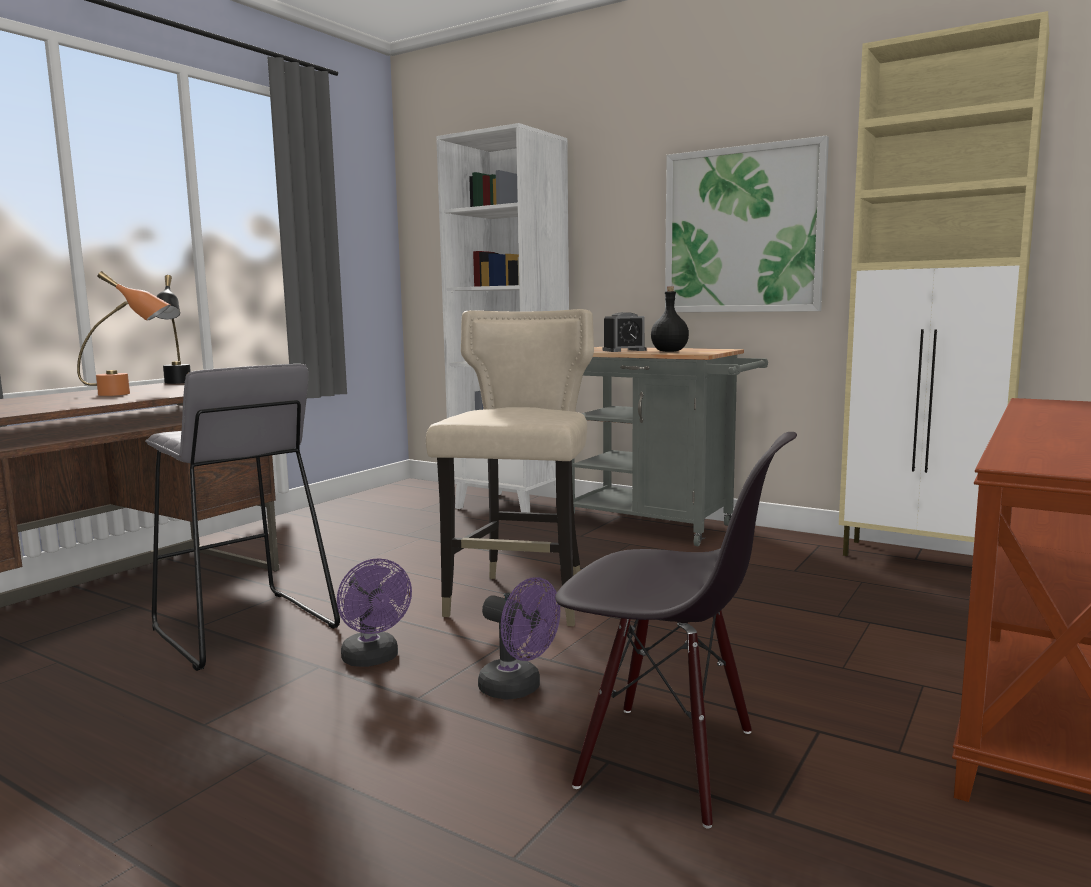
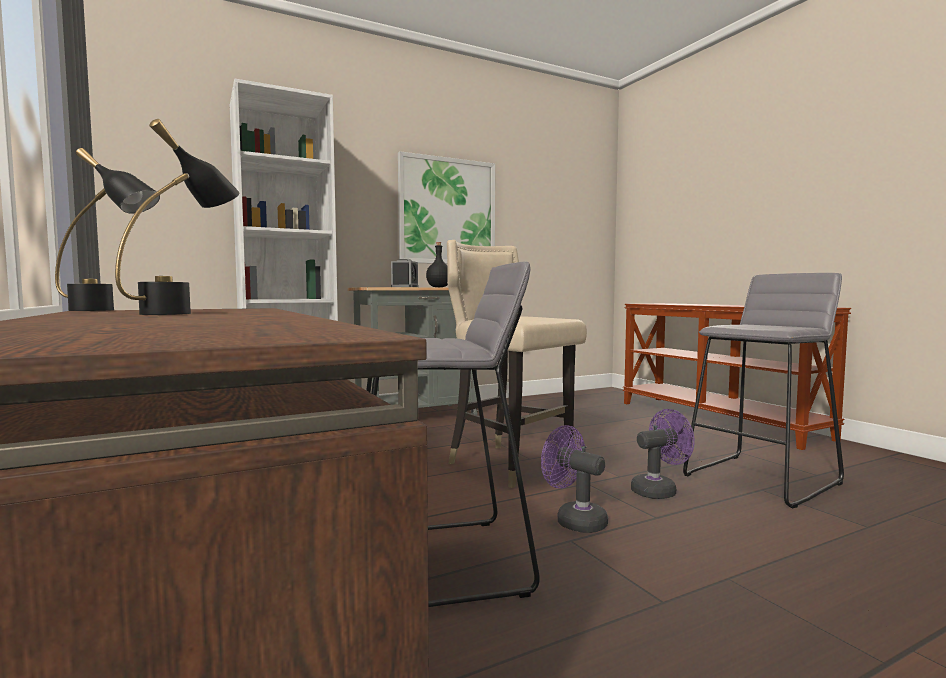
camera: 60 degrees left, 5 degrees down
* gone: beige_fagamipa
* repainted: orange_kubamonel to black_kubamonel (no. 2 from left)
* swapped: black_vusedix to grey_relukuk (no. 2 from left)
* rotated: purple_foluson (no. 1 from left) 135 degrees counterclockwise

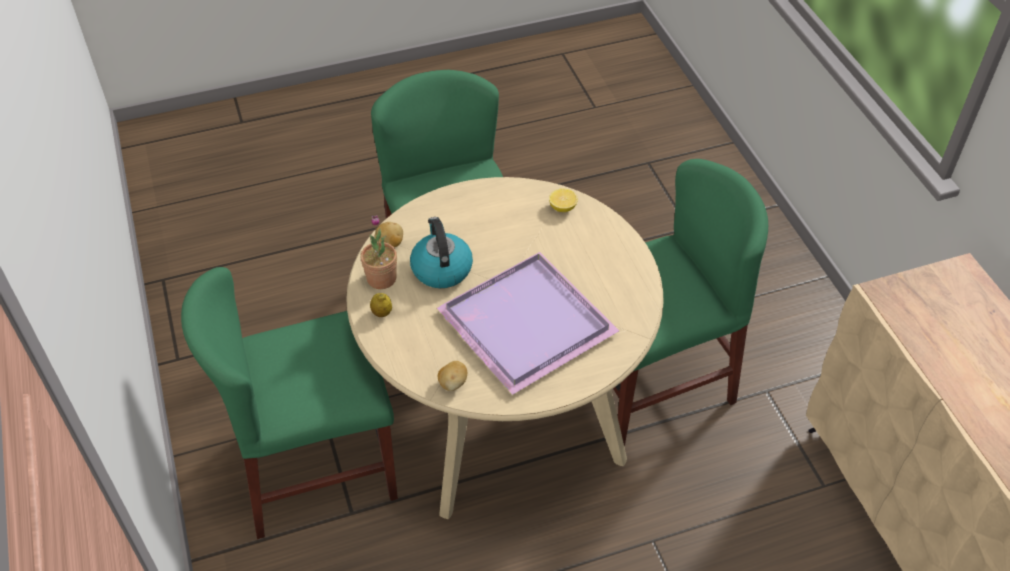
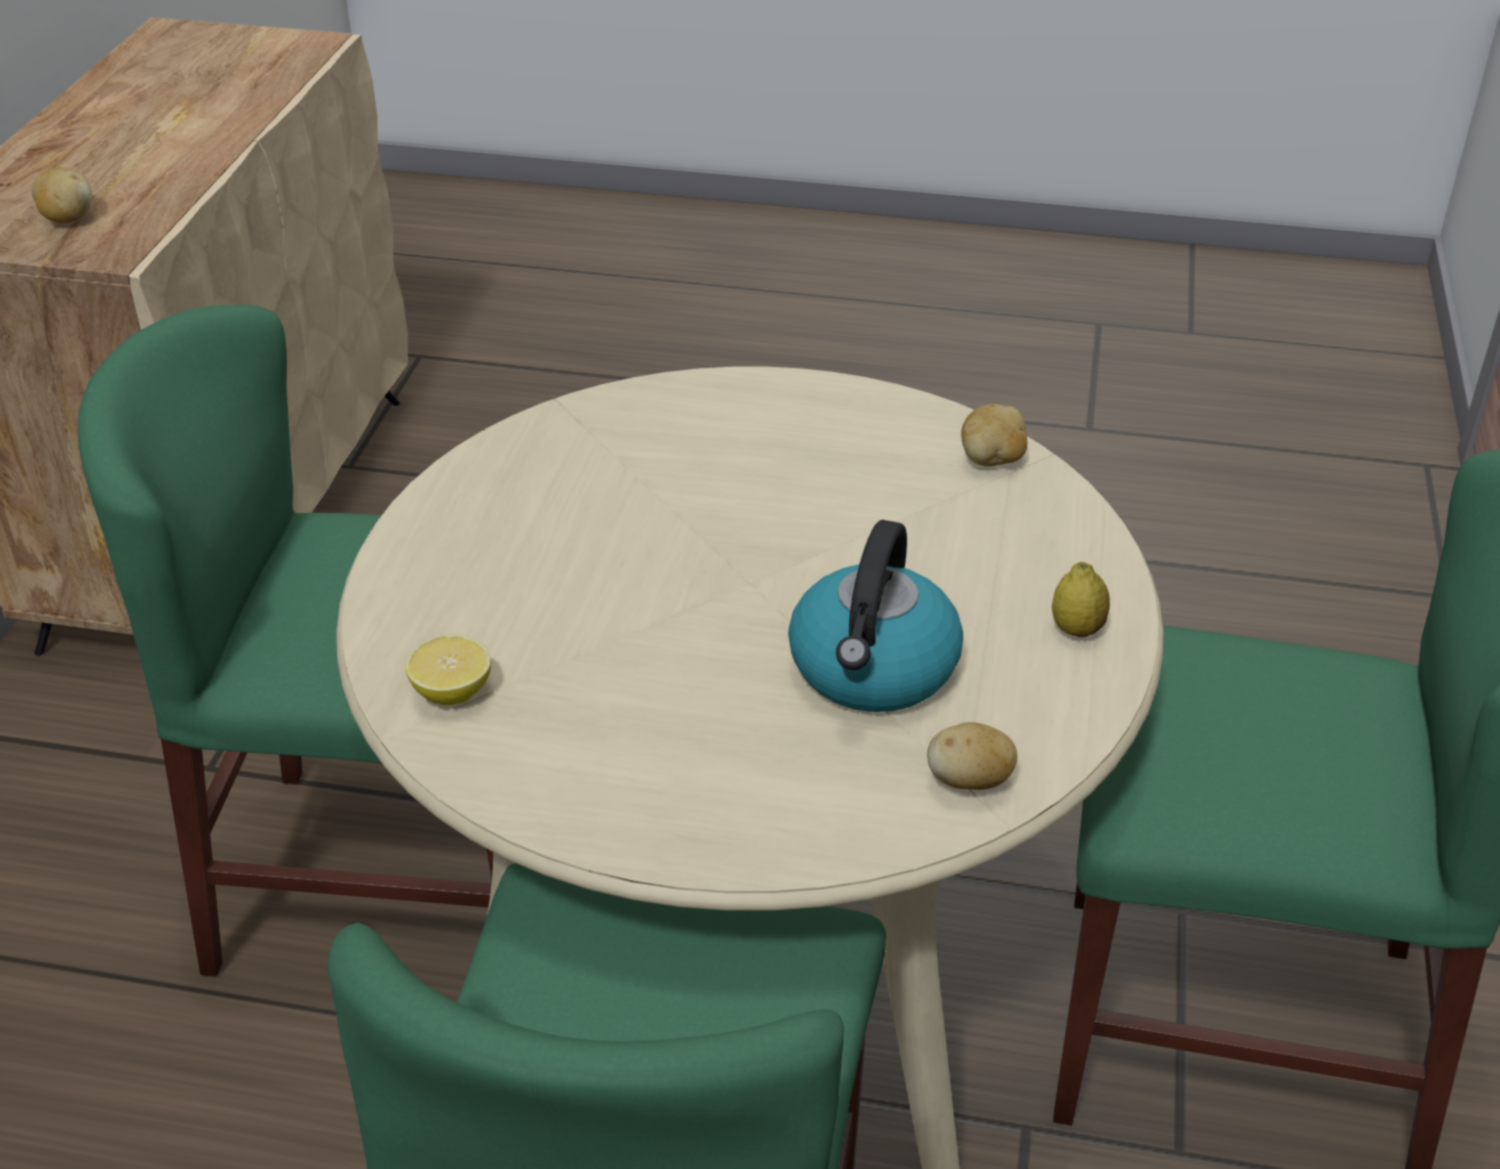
camera: 150 degrees left, 10 degrees down
* gone: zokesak
* gone: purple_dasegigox
* new: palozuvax (no. 1 from left)

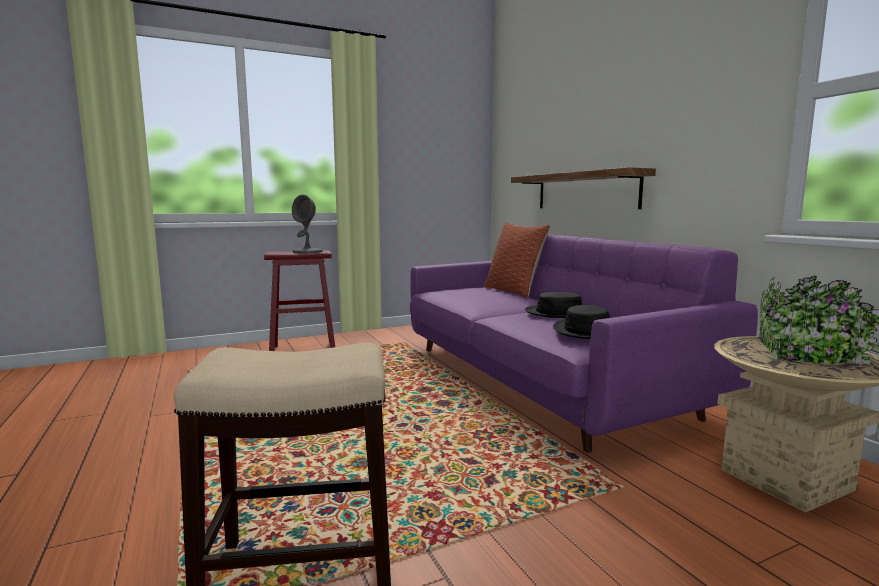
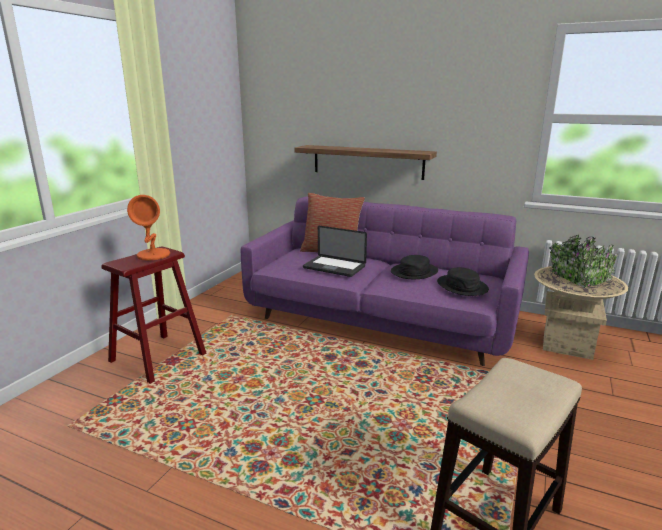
camera: 40 degrees left, 10 degrees up
* repainted: grey_kubamonel to orange_kubamonel
* new: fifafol

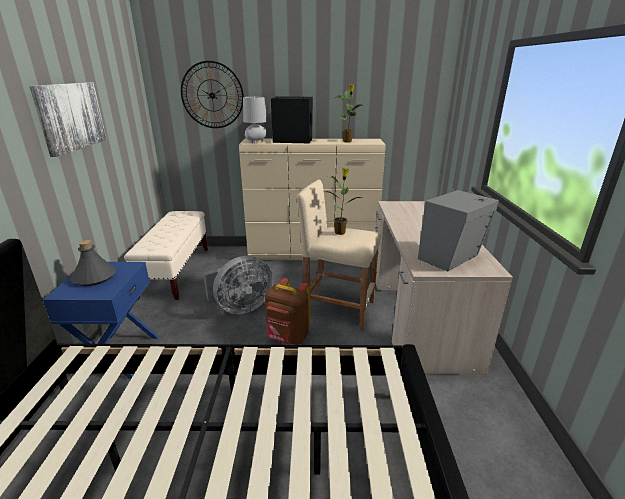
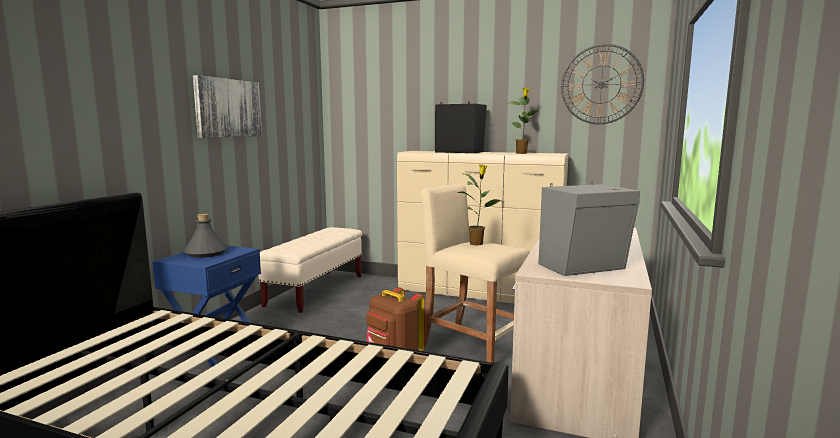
camera: 20 degrees right, 15 degrees down
* shifted: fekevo
* gone: grey_kubamonel
* gone: grey_foluson

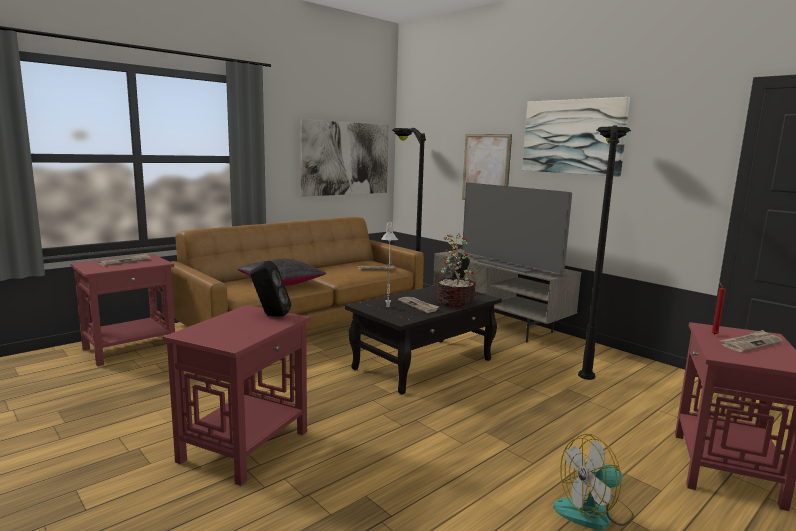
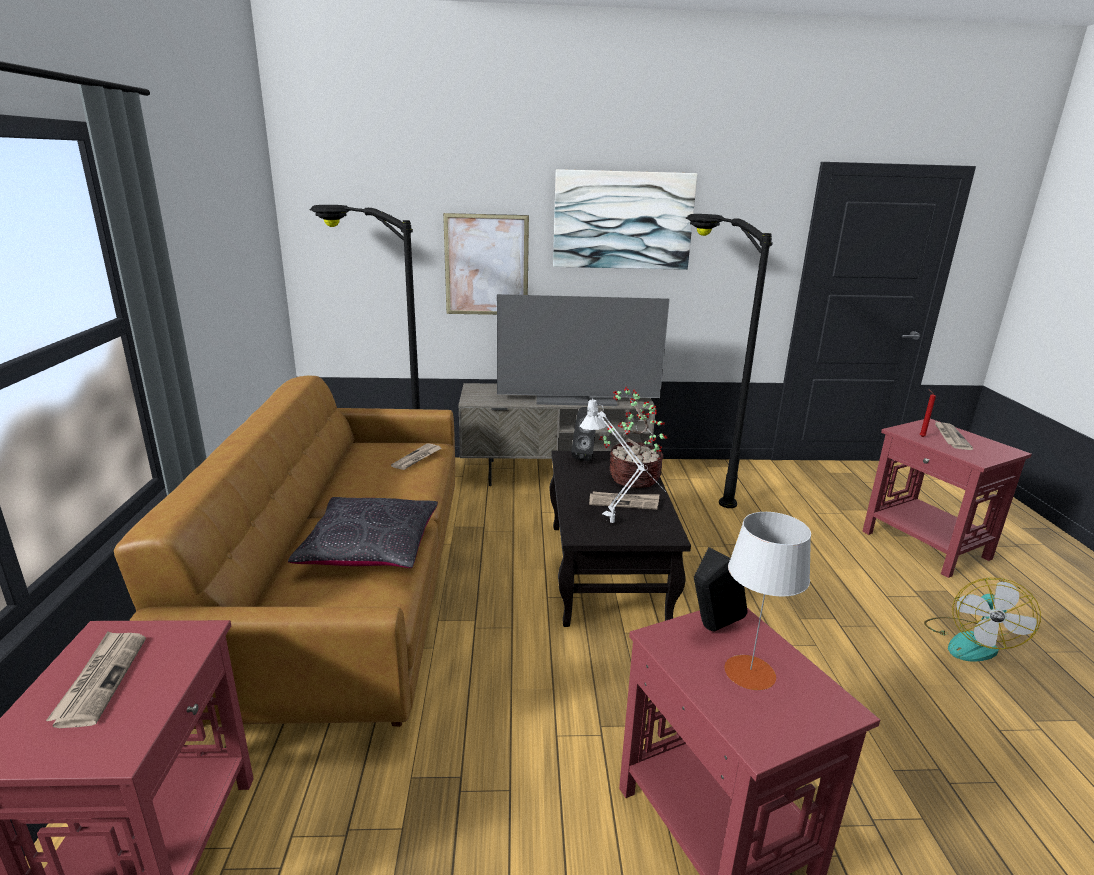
camera: 50 degrees left, 10 degrees up
* gone: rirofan (no. 1 from left)
* new: grey_kubamonel (no. 2 from left)

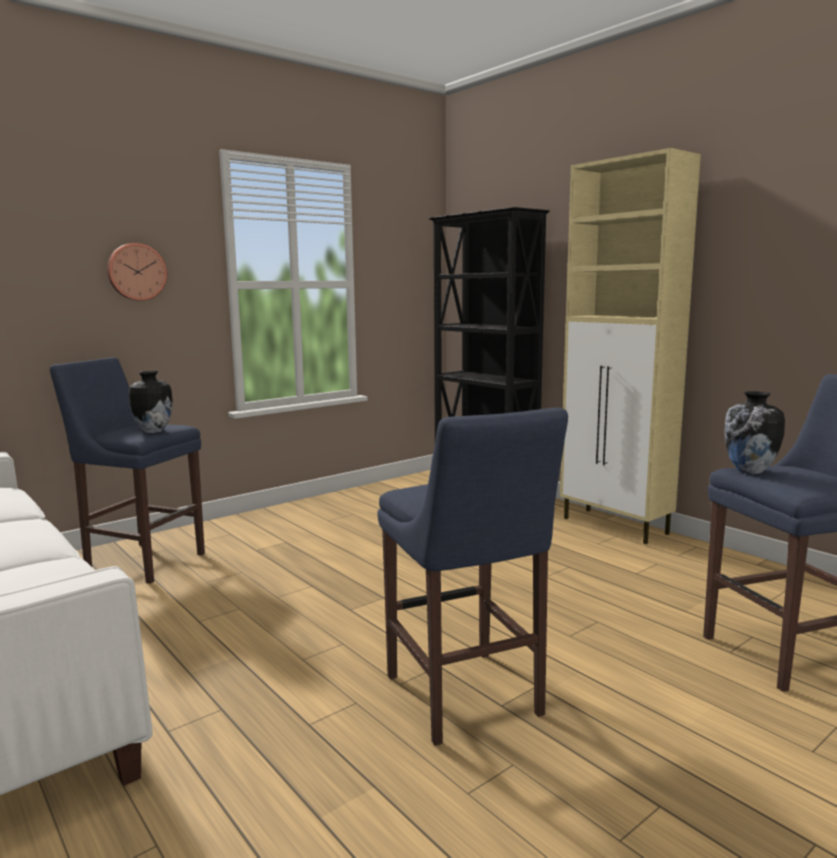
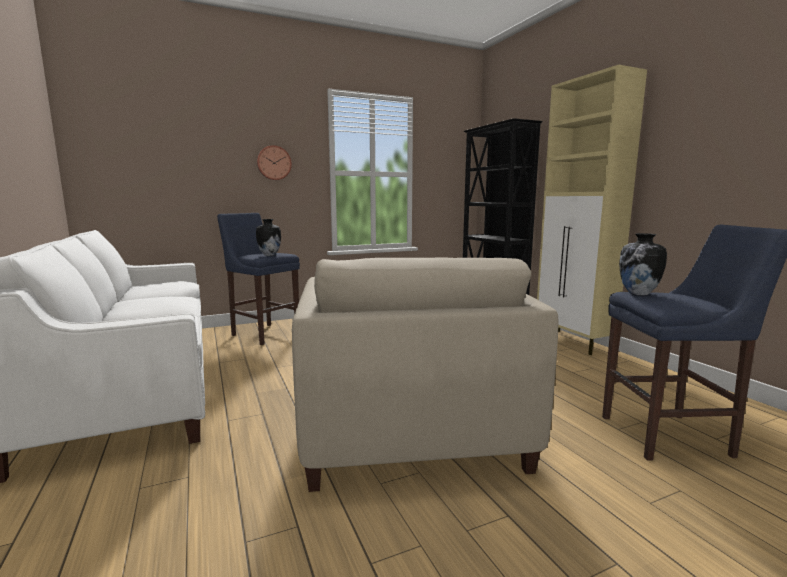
camera: 15 degrees right, 0 degrees up
* swapped: blue_relukuk (no. 2 from left) to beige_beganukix

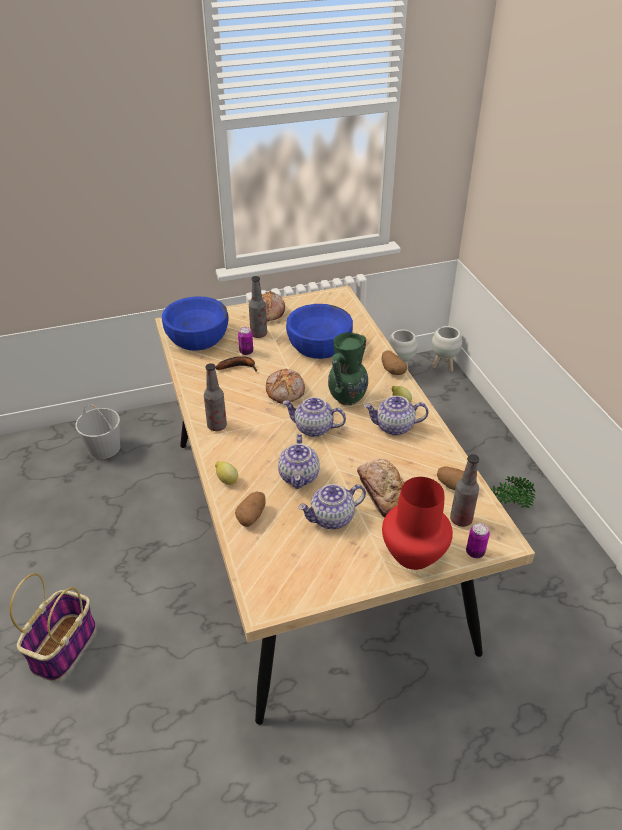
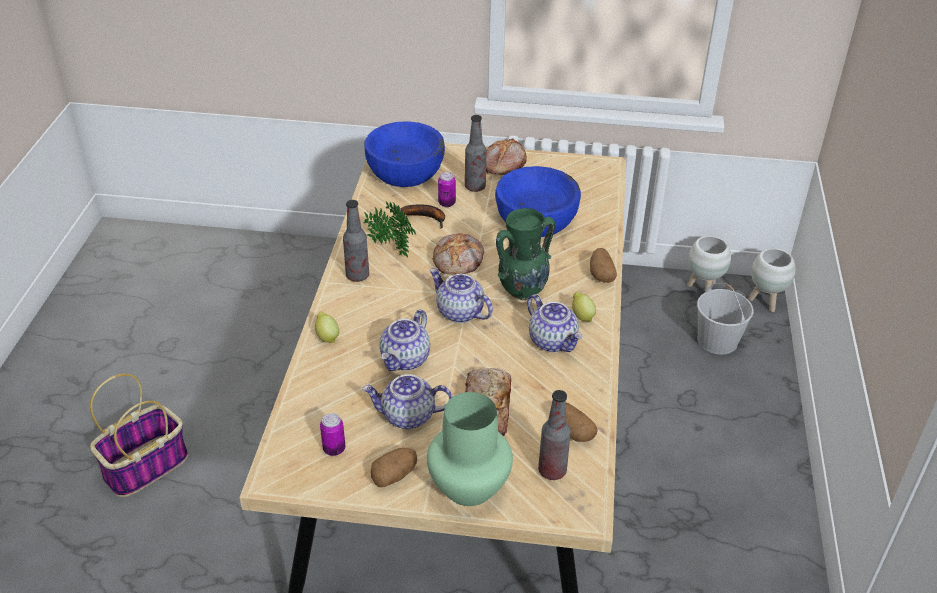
camera: 25 degrees right, 0 degrees up
* rotated: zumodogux (no. 4 from left) 150 degrees counterclockwise
* shifted: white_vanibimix
* shifted: zokesak
* repainted: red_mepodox to green_mepodox (no. 1 from left)
* shifted: palozuvax (no. 1 from left)
* shifted: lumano (no. 2 from left in the first image) to lumano (no. 1 from left)

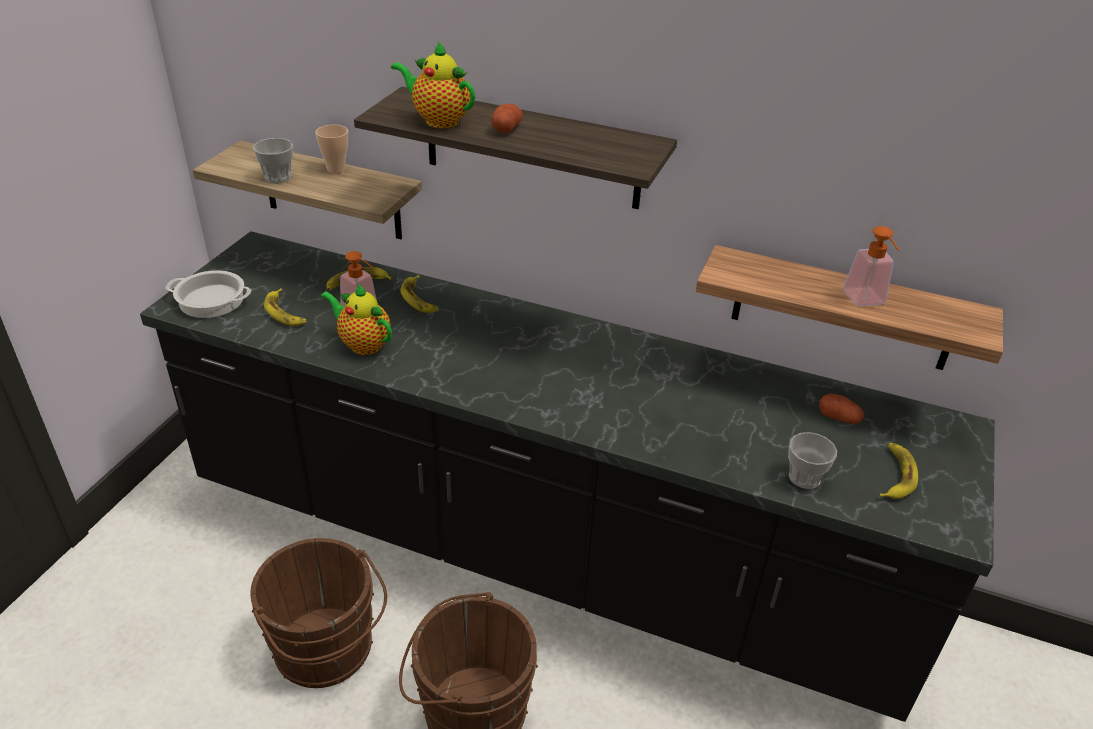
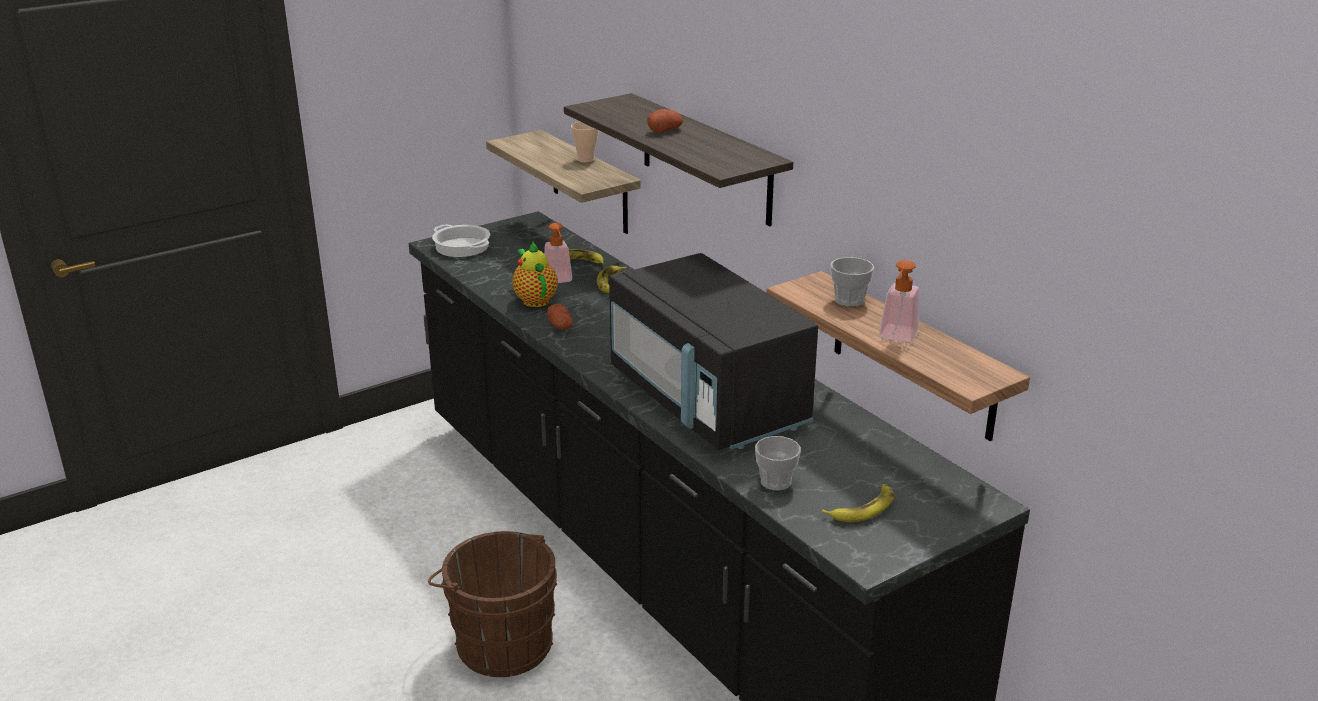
camera: 35 degrees right, 10 degrees down
* gone: zumodogux (no. 2 from left)
* shifted: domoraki (no. 1 from left in the first image) to domoraki (no. 3 from left)
* gone: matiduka (no. 1 from left)
* shifted: palozuvax (no. 2 from left in the first image) to palozuvax (no. 1 from left)
* gone: brown_vanibimix (no. 1 from left)
* new: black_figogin

